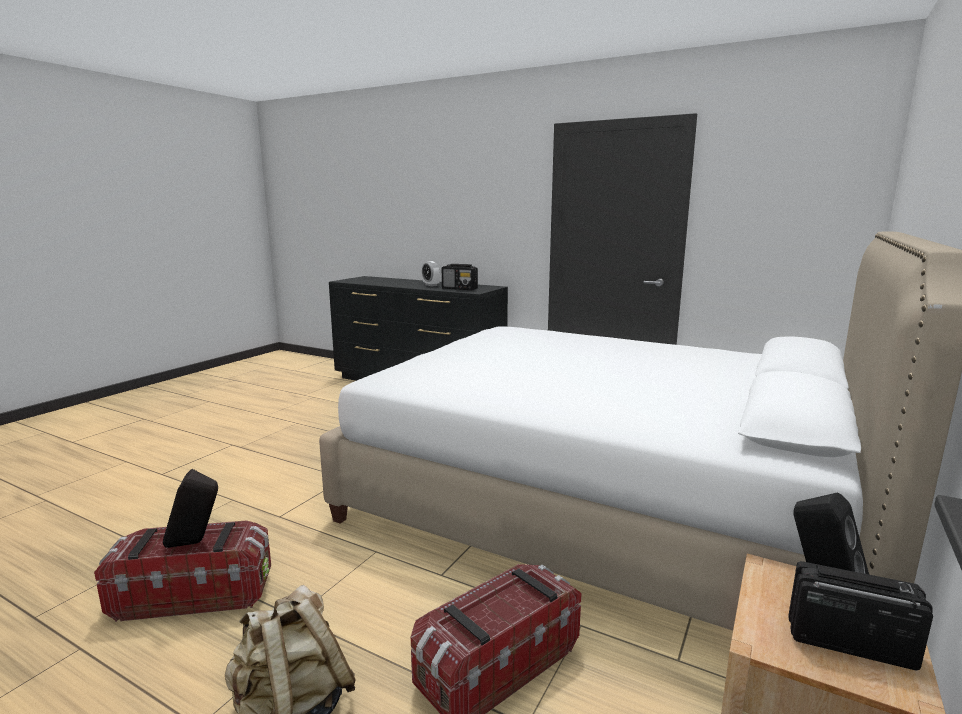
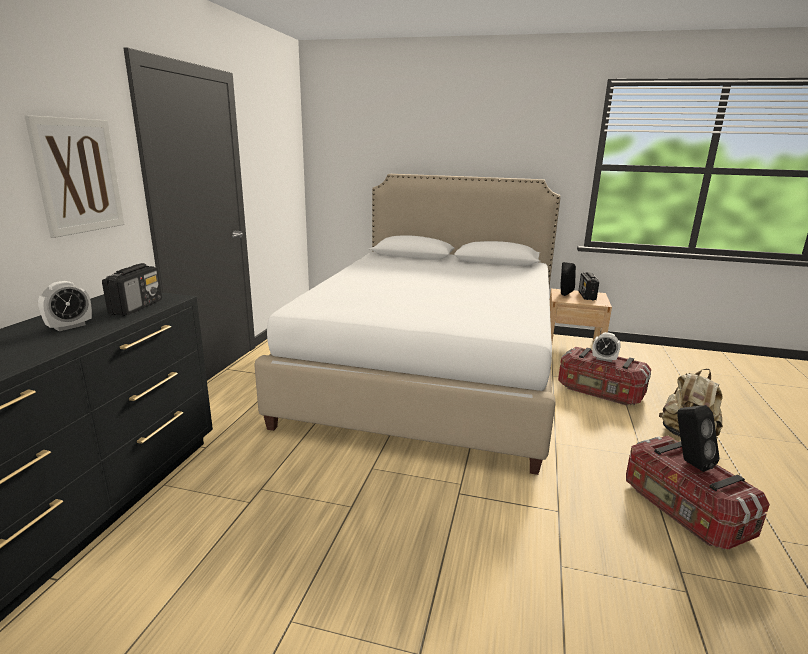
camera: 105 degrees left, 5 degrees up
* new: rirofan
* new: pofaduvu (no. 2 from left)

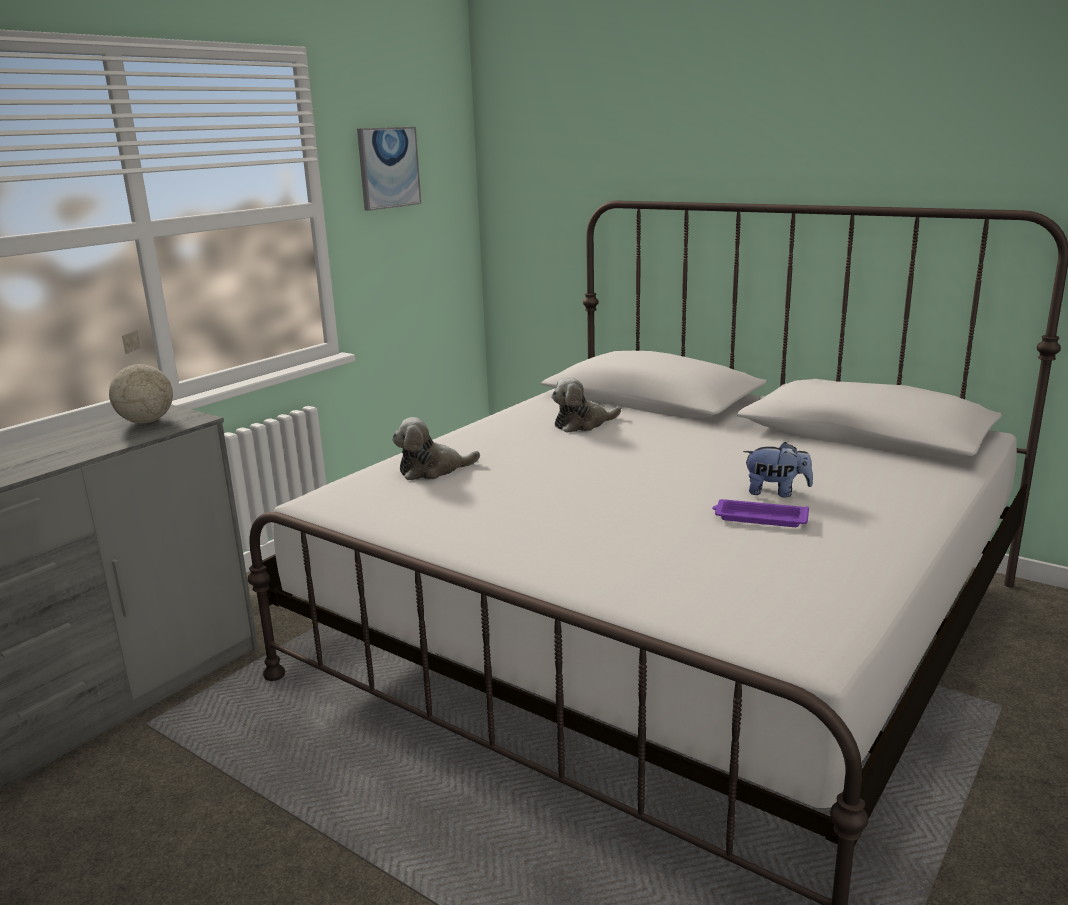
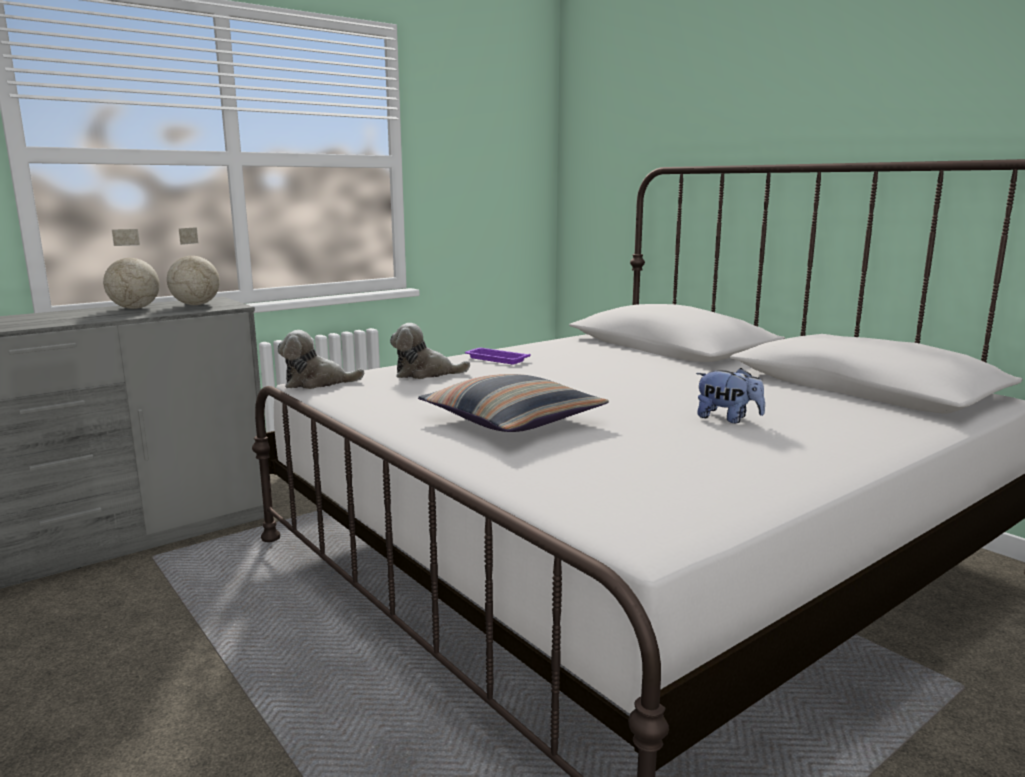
camera: 15 degrees right, 5 degrees down
* gone: rirofan
* shifted: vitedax (no. 2 from left in the first image) to vitedax (no. 1 from left)
* shifted: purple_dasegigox
* new: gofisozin (no. 1 from left)
* new: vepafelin

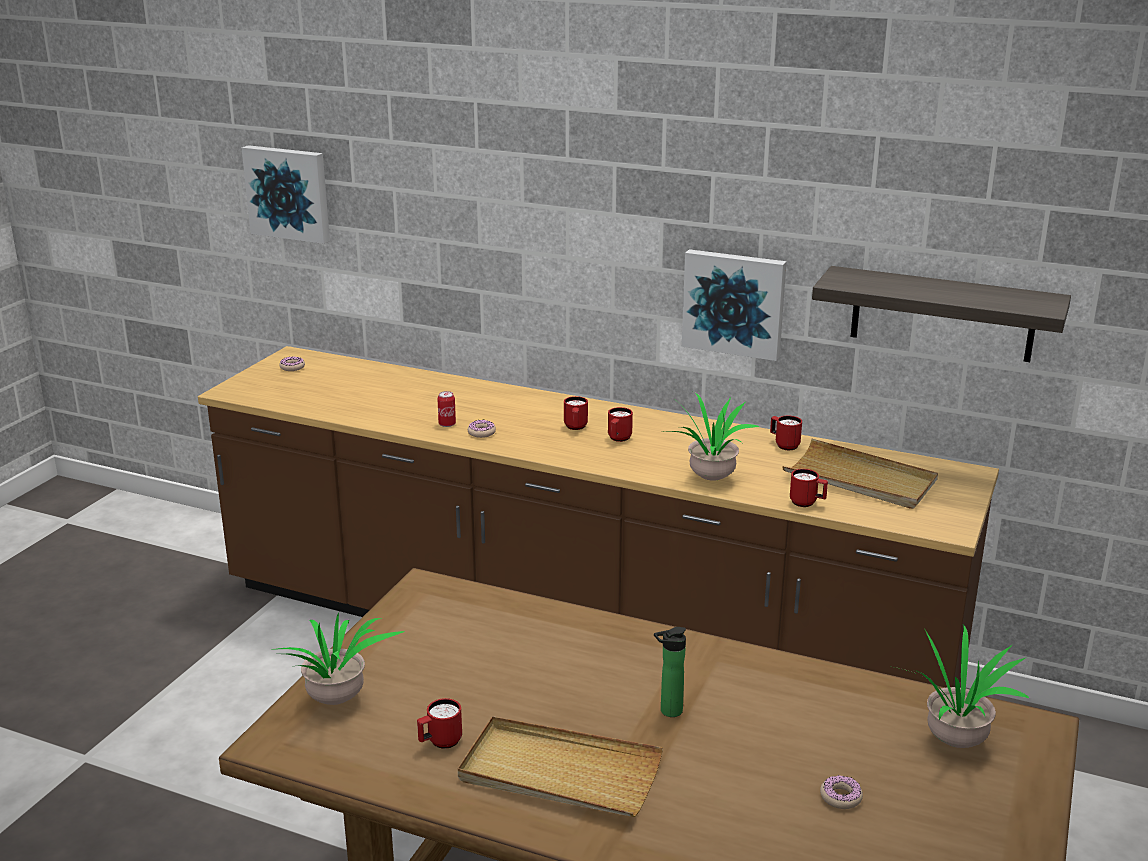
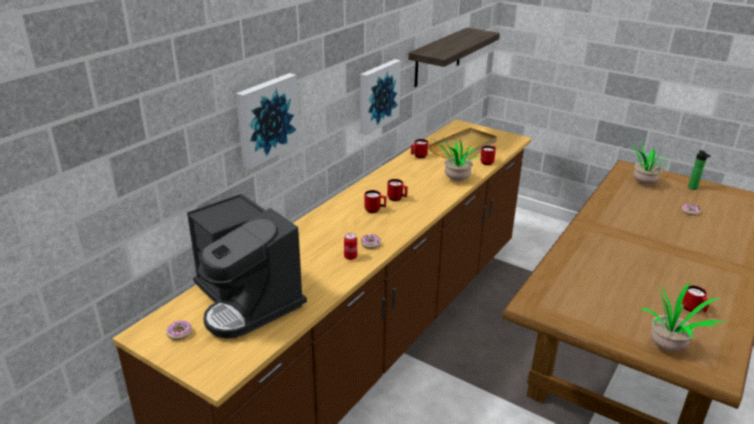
camera: 80 degrees left, 5 degrees up
* shifted: rirofan (no. 1 from left)
* shifted: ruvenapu
* gone: beige_dasegigox (no. 1 from left)
* new: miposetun

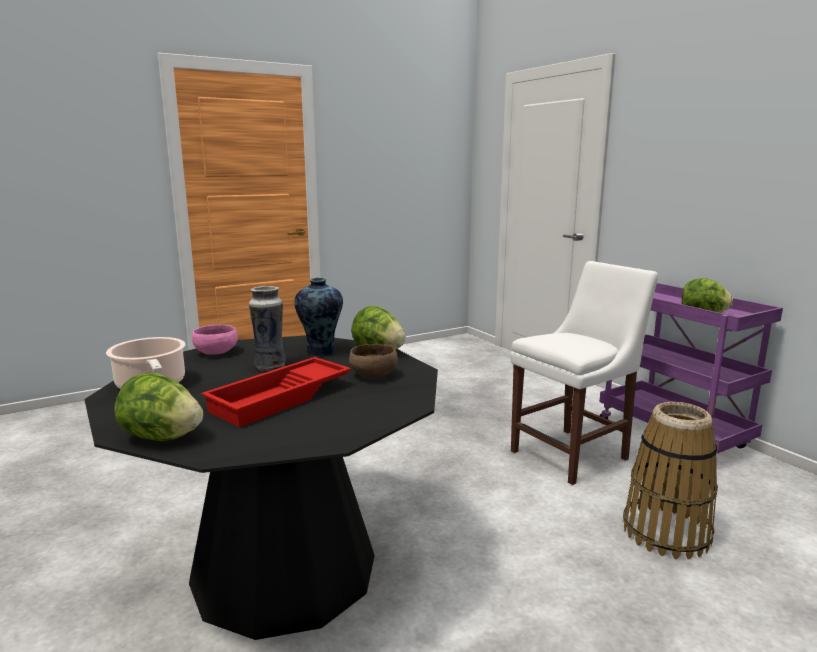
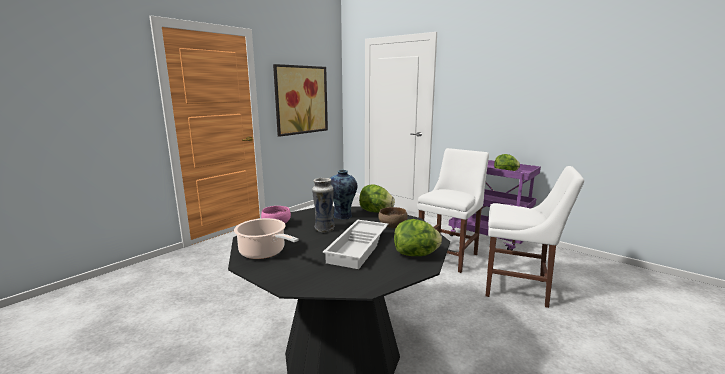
camera: 20 degrees left, 0 degrees up
* repainted: red_dasegigox to white_dasegigox
* shifted: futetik (no. 1 from left in the first image) to futetik (no. 2 from left)
* swapped: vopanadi to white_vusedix (no. 2 from left)
* new: rirofan

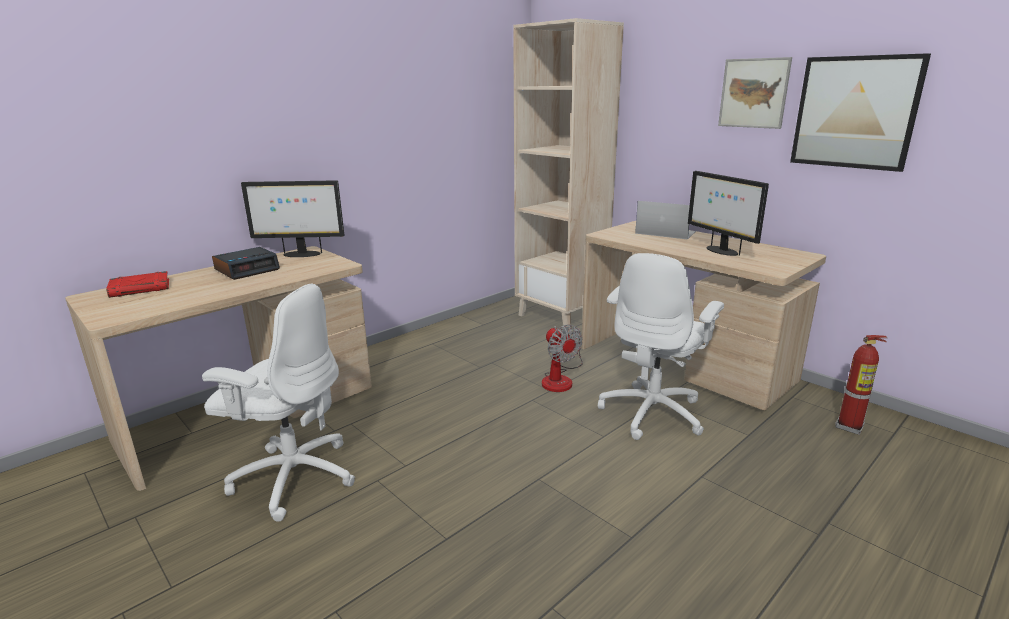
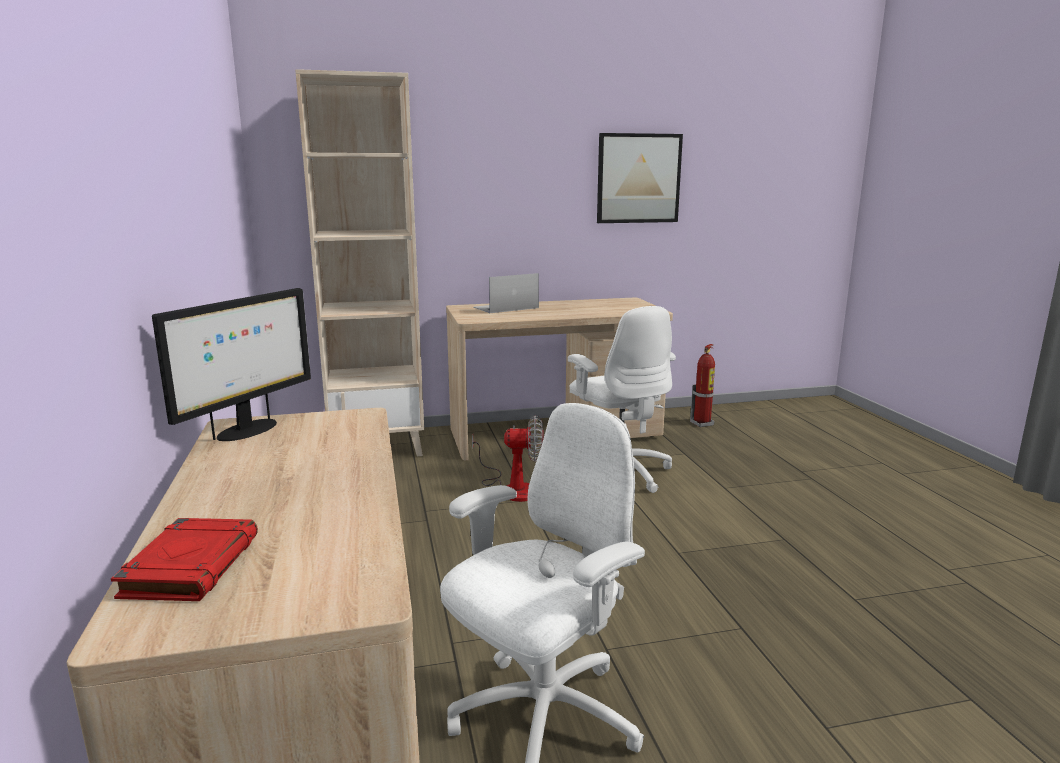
camera: 60 degrees left, 5 degrees down
* gone: rirofan (no. 1 from left)
* gone: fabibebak (no. 2 from left)
* gone: pofaduvu

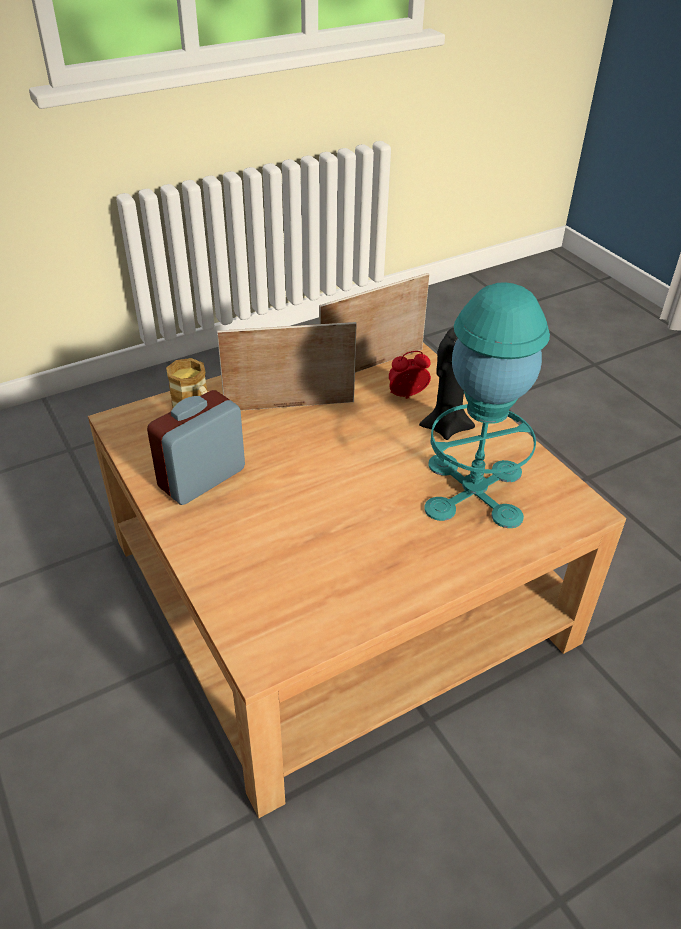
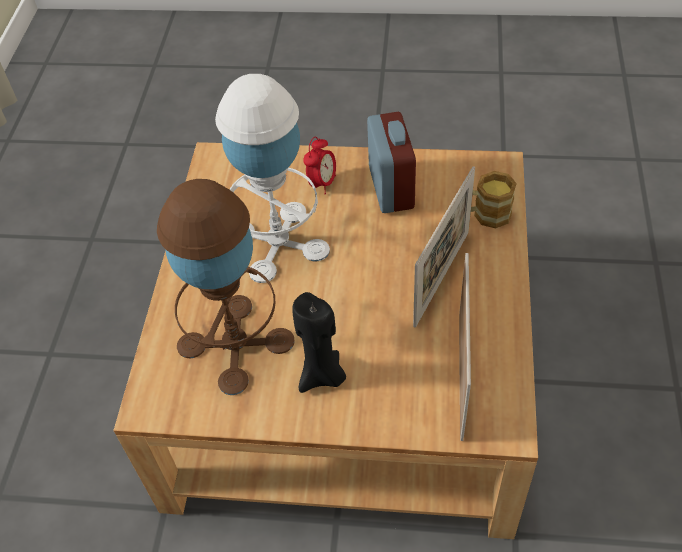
camera: 130 degrees right, 10 degrees up
* repainted: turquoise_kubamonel to brown_kubamonel
* shifted: pofaduvu (no. 2 from left in the first image) to pofaduvu (no. 1 from left)
* new: white_kubamonel

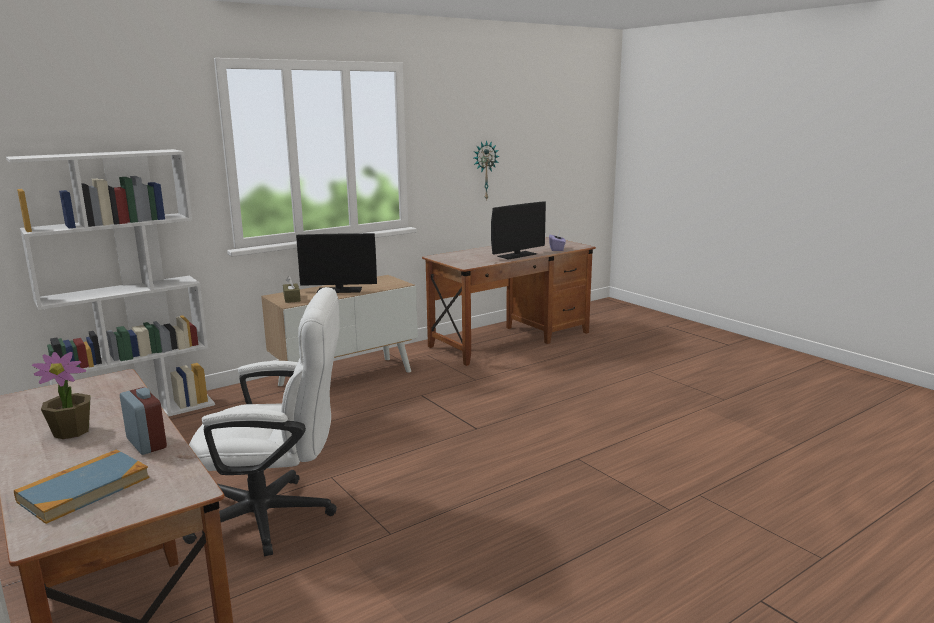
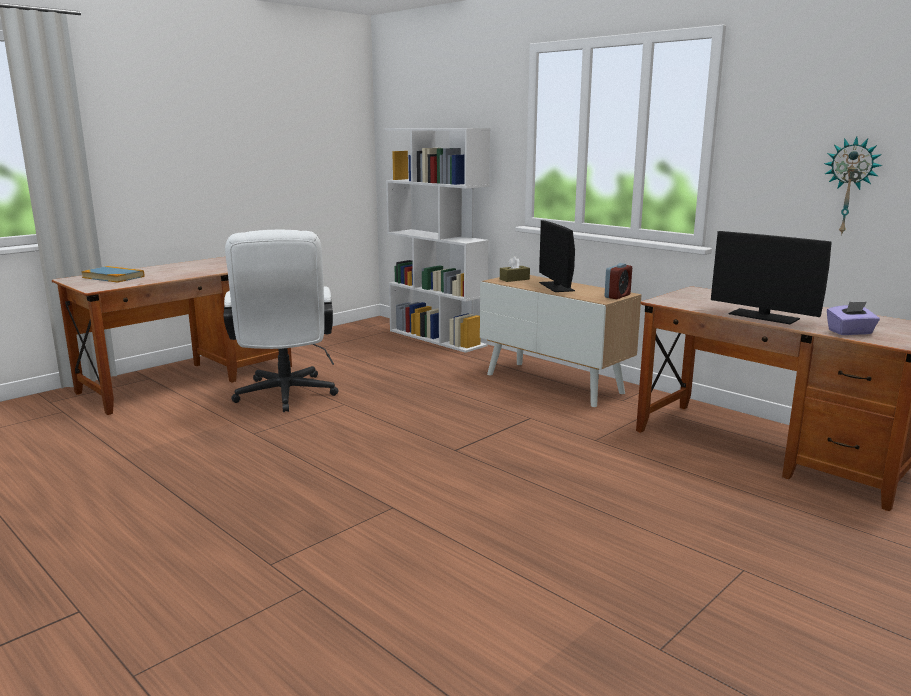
camera: 80 degrees right, 0 degrees up
* gone: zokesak
* shifted: pofaduvu

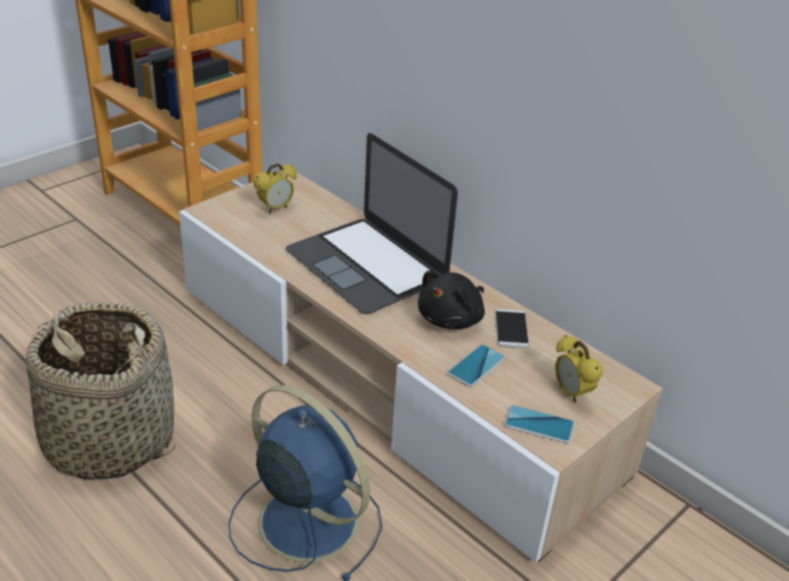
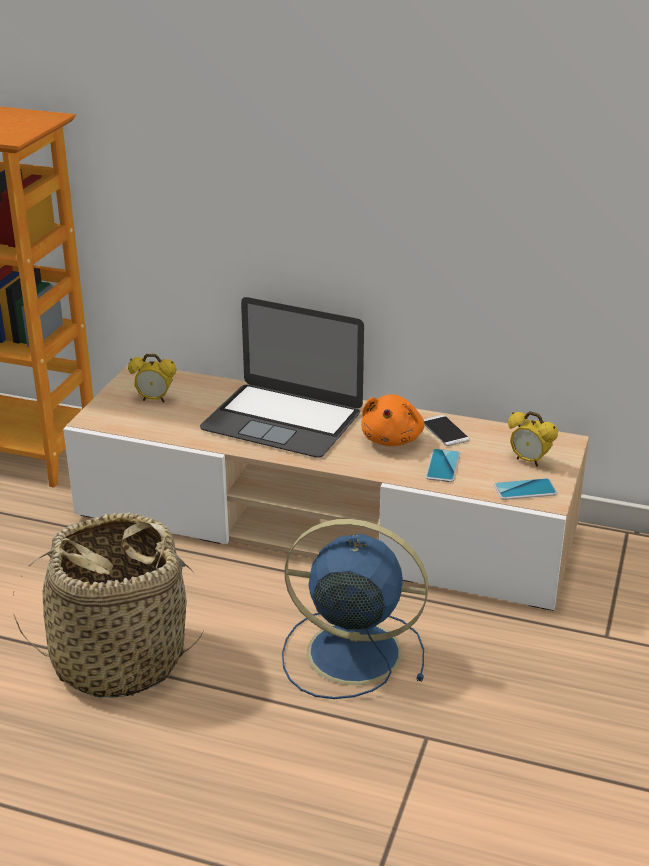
camera: 25 degrees left, 5 degrees down
* rotated: pofaduvu (no. 1 from left) 75 degrees clockwise
* repainted: black_vitedax to orange_vitedax

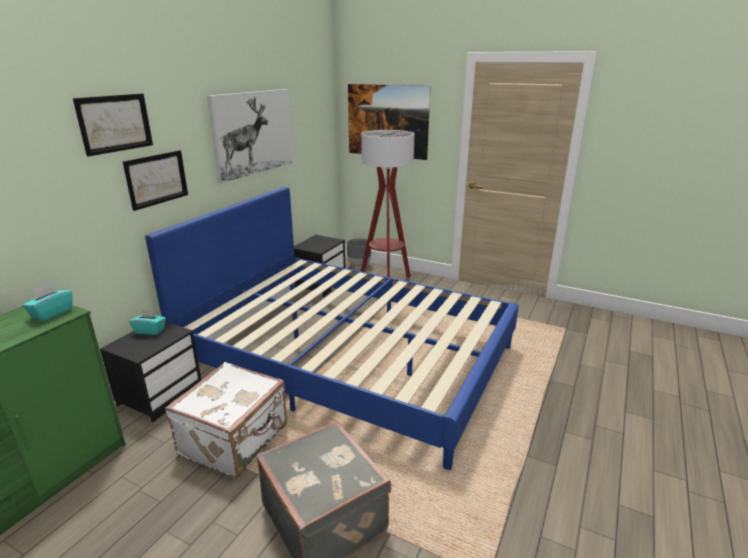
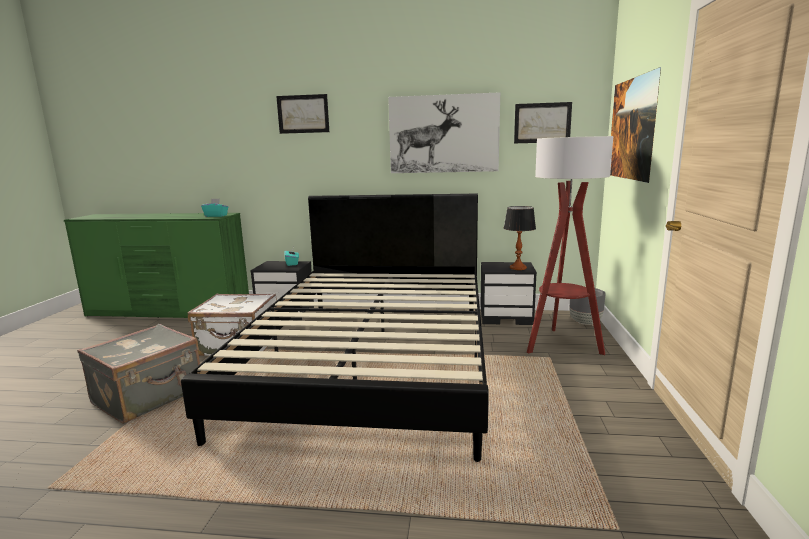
camera: 70 degrees right, 10 degrees down
* shifted: rirofan (no. 2 from left in the first image) to rirofan (no. 3 from left)
* repainted: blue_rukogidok to black_rukogidok
* new: kubamonel

